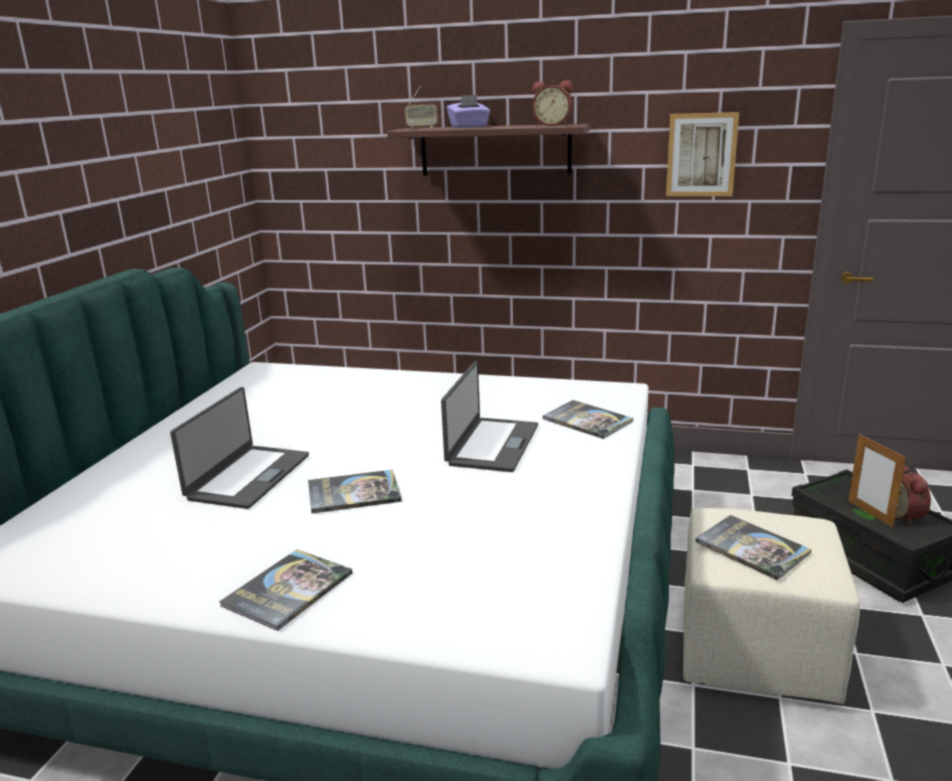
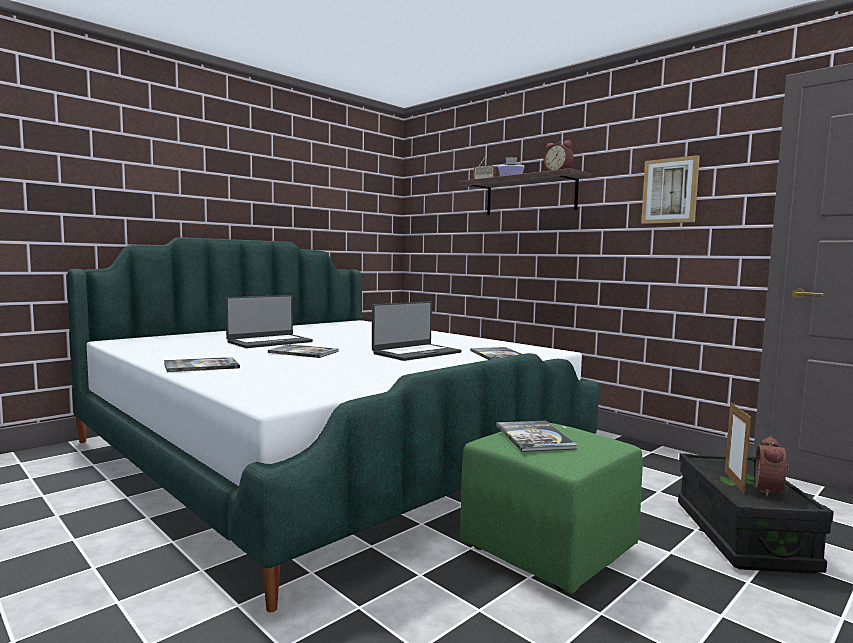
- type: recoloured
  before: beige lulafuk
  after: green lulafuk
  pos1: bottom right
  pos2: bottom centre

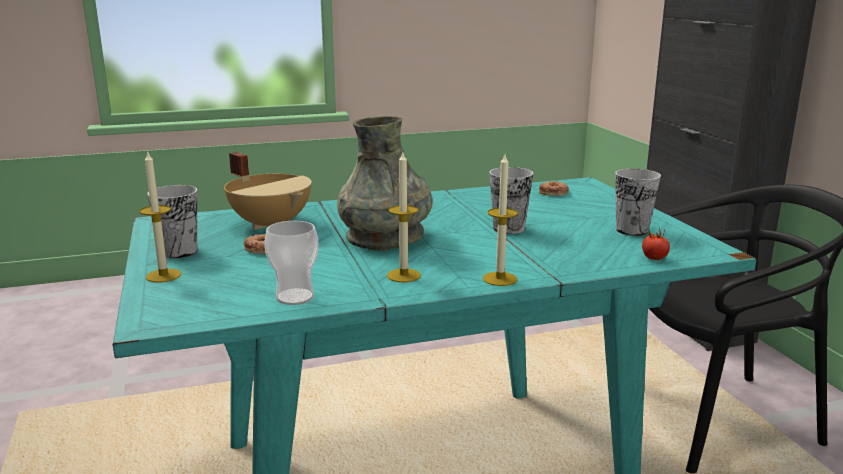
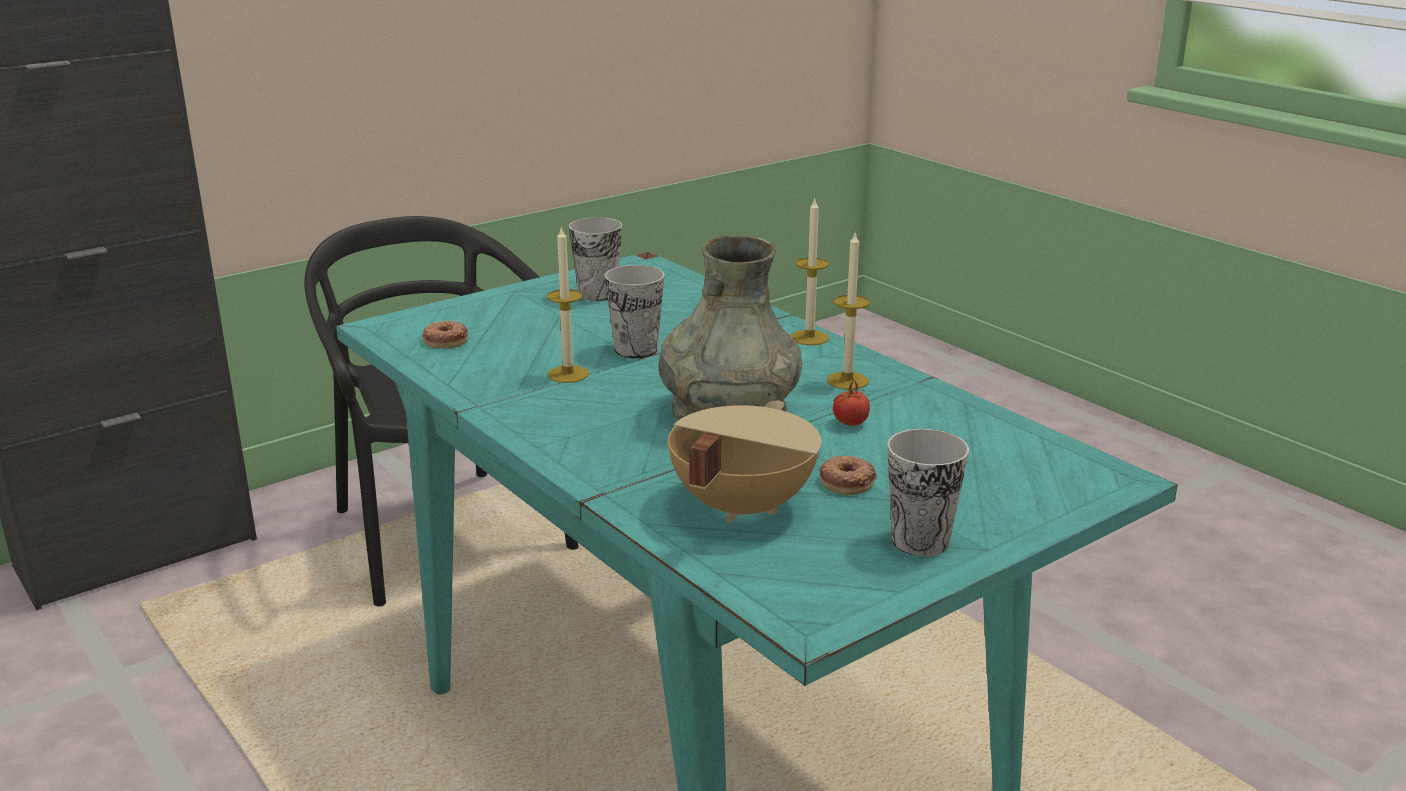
- type: moved
  before: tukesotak (1st from left)
  pos1: middle left
  pos2: centre
- type: moved
  before: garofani
  pos1: middle right
  pos2: centre
- type: removed
  before: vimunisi (2nd from left)
  pos1: centre

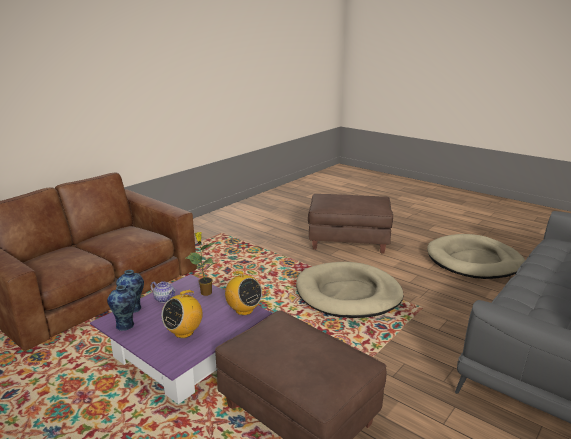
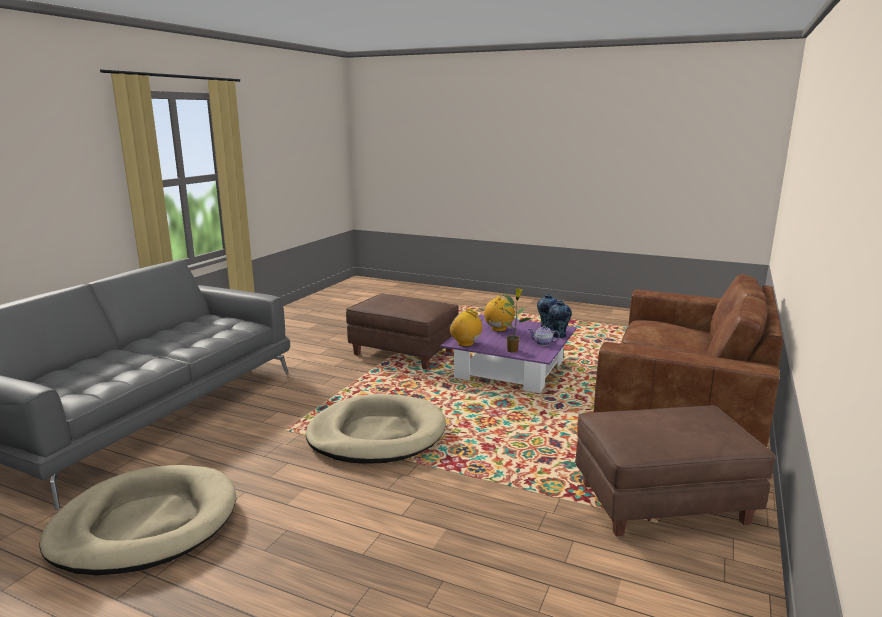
- type: moved
  before: brown lulafuk (2nd from left)
  pos1: centre
  pos2: bottom right

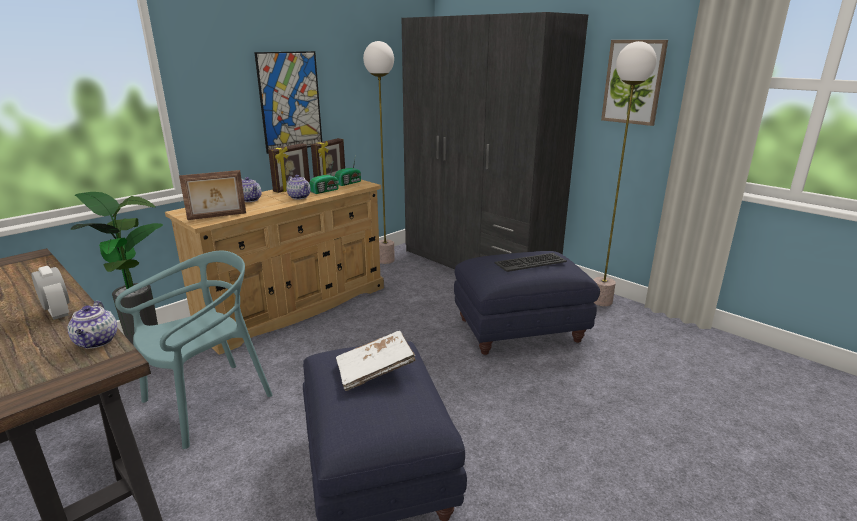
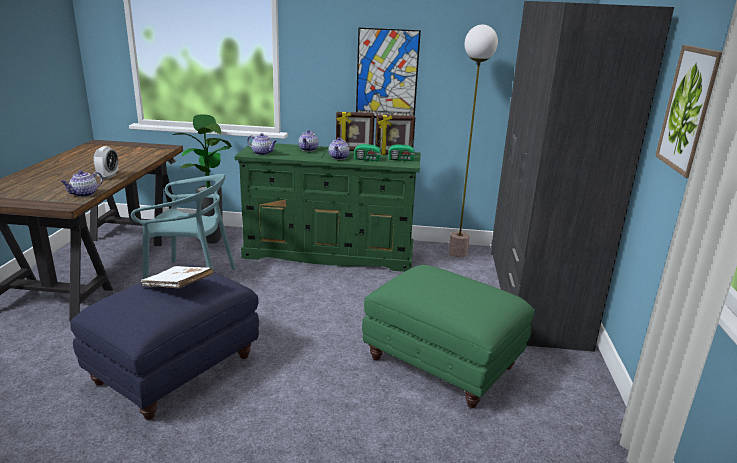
- type: recoloured
  before: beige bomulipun
  after: green bomulipun
  pos1: middle left
  pos2: centre
- type: replaced
  before: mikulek (1st from left)
  after: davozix (2nd from left)
  pos1: middle left
  pos2: top centre
- type: recoloured
  before: blue lulafuk (2nd from left)
  after: green lulafuk
  pos1: centre
  pos2: bottom centre
- type: removed
  before: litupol
  pos1: centre
- type: removed
  before: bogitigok (2nd from left)
  pos1: top right

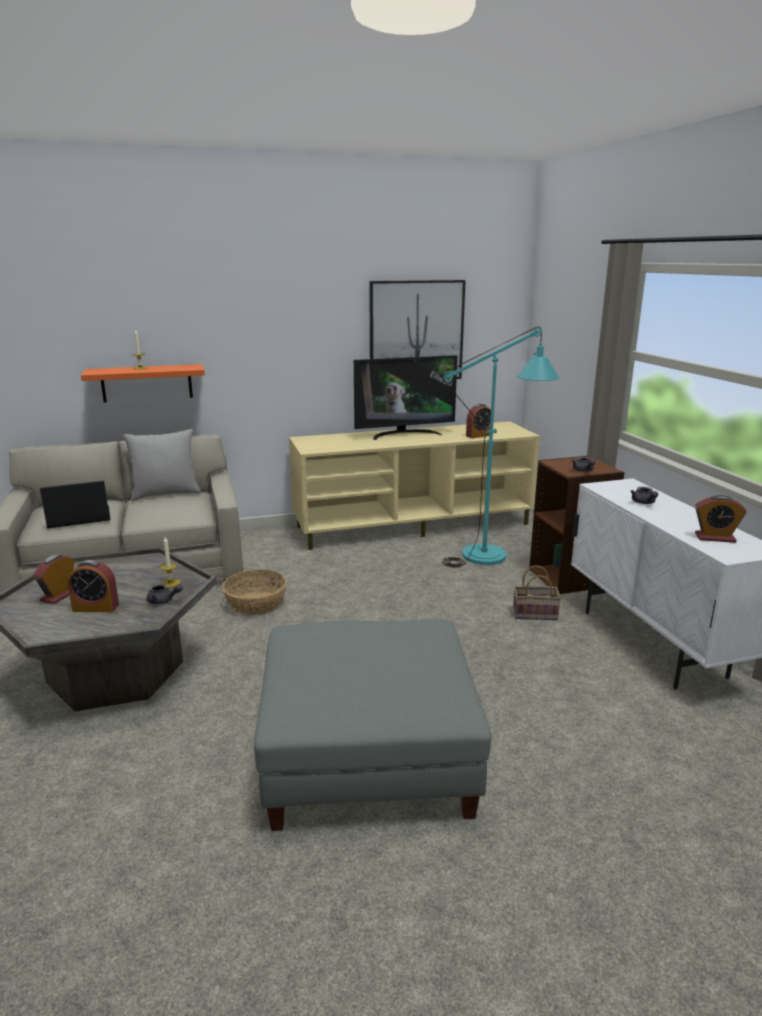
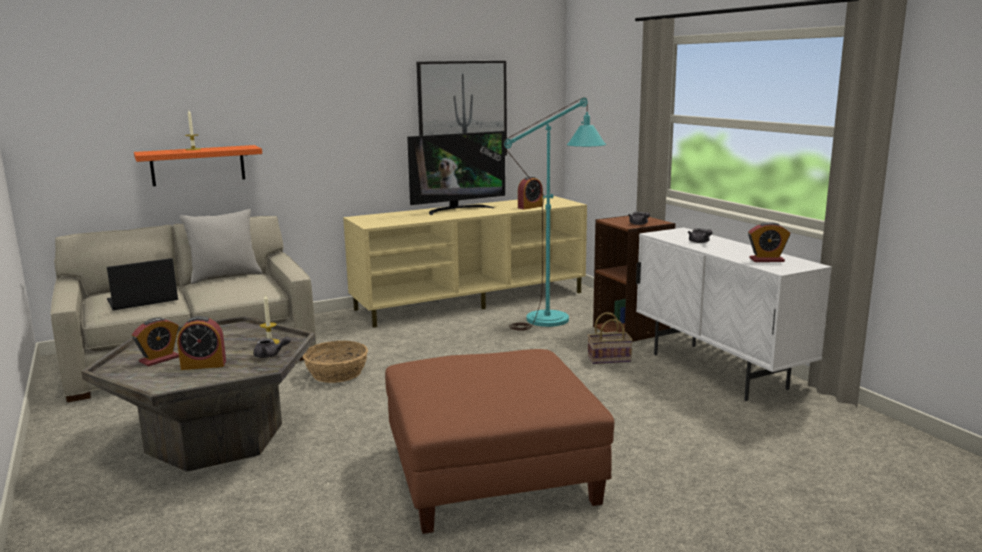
- type: turned
  before: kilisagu (1st from left)
  pos1: middle left
  pos2: middle left
  turn: -150
- type: recoloured
  before: grey lulafuk
  after: brown lulafuk
  pos1: bottom centre
  pos2: bottom centre

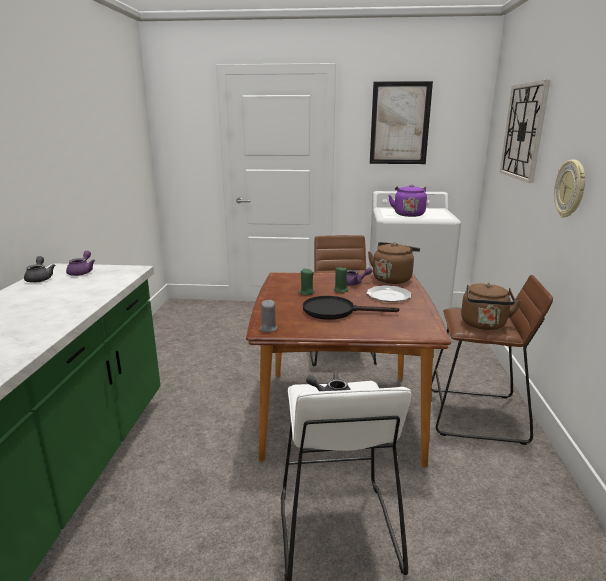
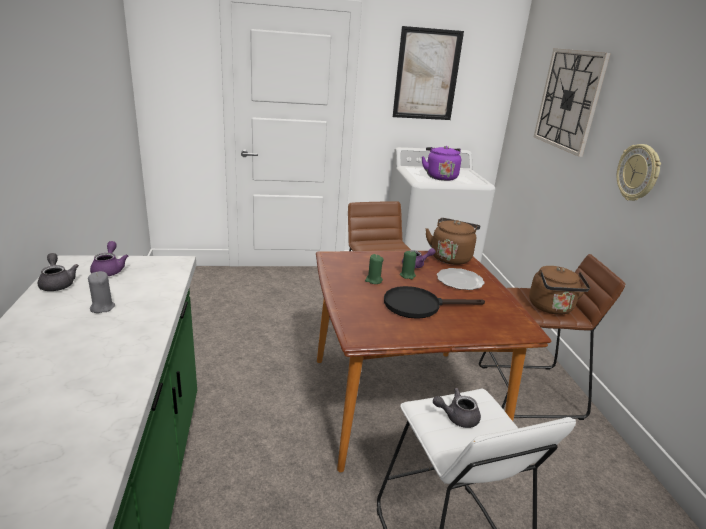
- type: moved
  before: grey tukesotak
  pos1: centre
  pos2: middle left

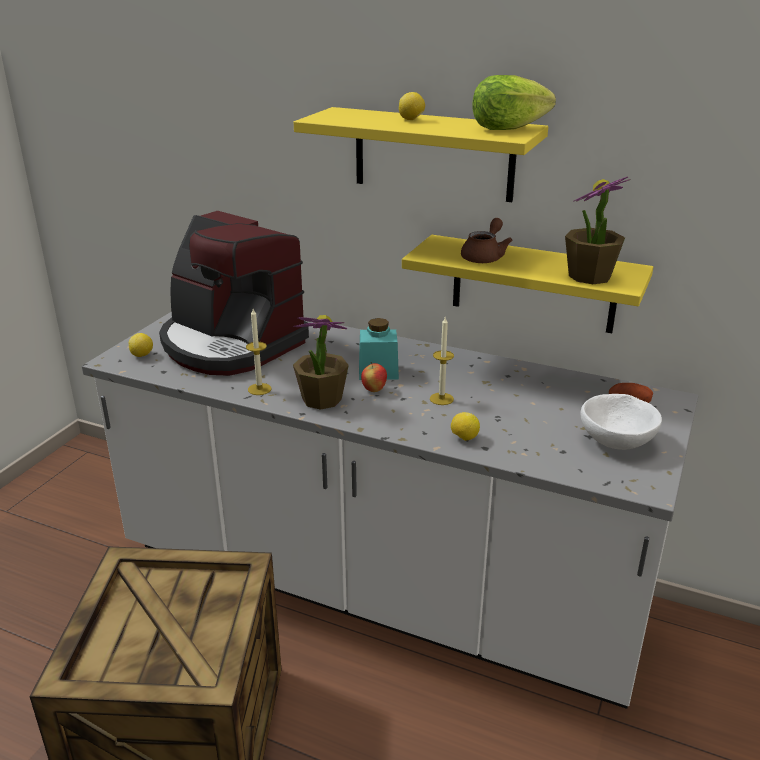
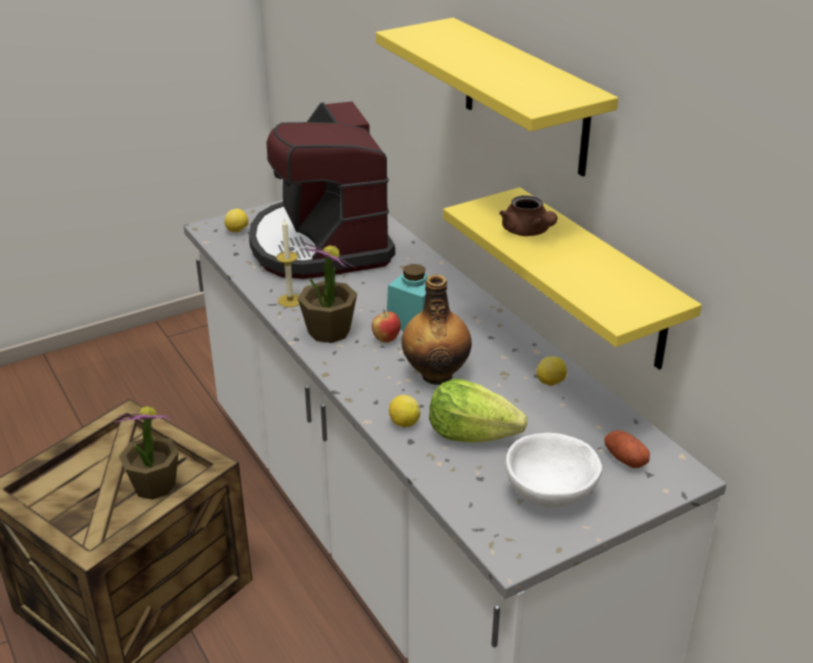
- type: moved
  before: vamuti (2nd from left in the first image)
  after: vamuti (1st from left)
  pos1: top right
  pos2: bottom left
- type: replaced
  before: tukesotak (2nd from left)
  after: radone
  pos1: centre
  pos2: centre
- type: moved
  before: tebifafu
  pos1: top right
  pos2: centre
- type: turned
  before: brown davozix
  pos1: top centre
  pos2: top centre
  turn: 90
- type: moved
  before: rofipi (2nd from left in the first image)
  after: rofipi (3rd from left)
  pos1: top centre
  pos2: middle right

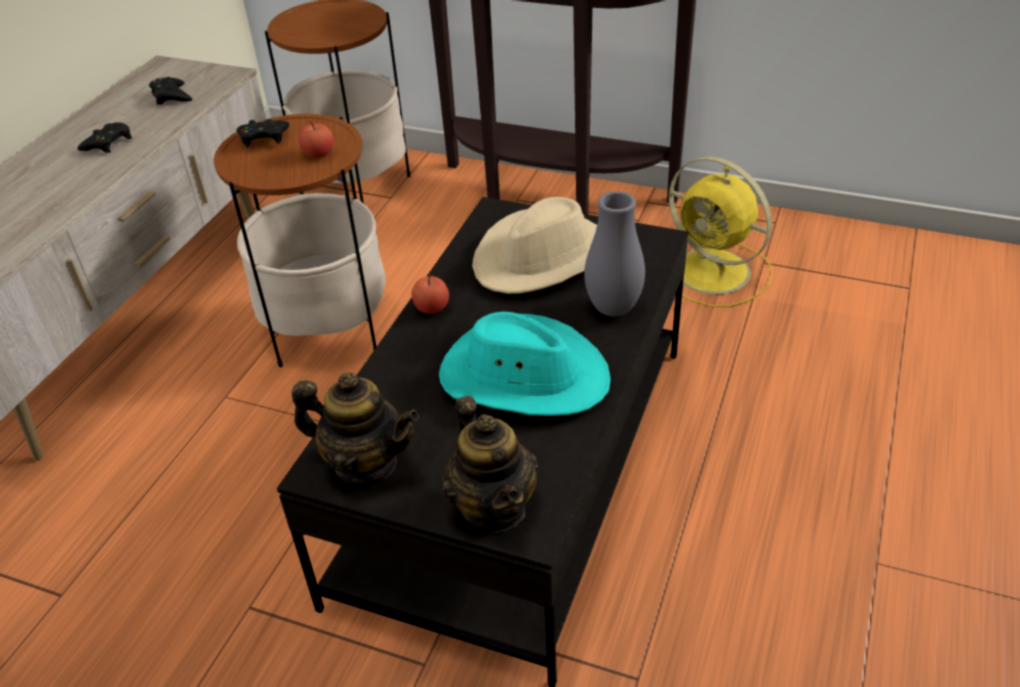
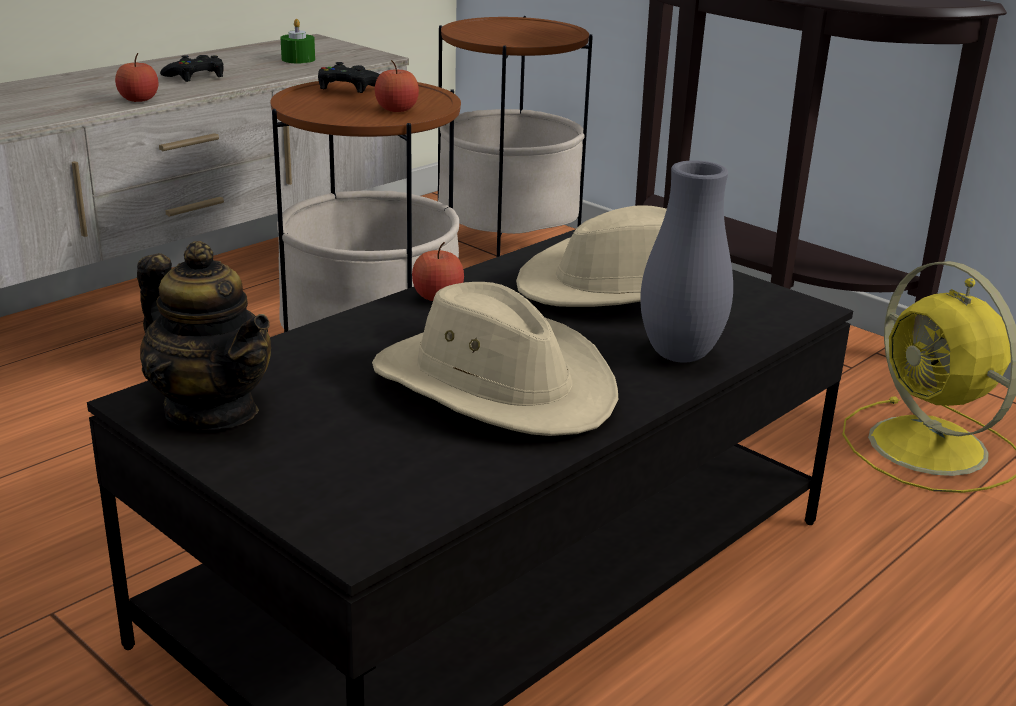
- type: added
  after: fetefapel (1st from left)
  pos2: top left
- type: replaced
  before: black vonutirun (2nd from left)
  after: green tukesotak
  pos1: top left
  pos2: top left
- type: recoloured
  before: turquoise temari
  after: beige temari (1st from left)
  pos1: centre
  pos2: centre
- type: removed
  before: davozix (2nd from left)
  pos1: bottom centre

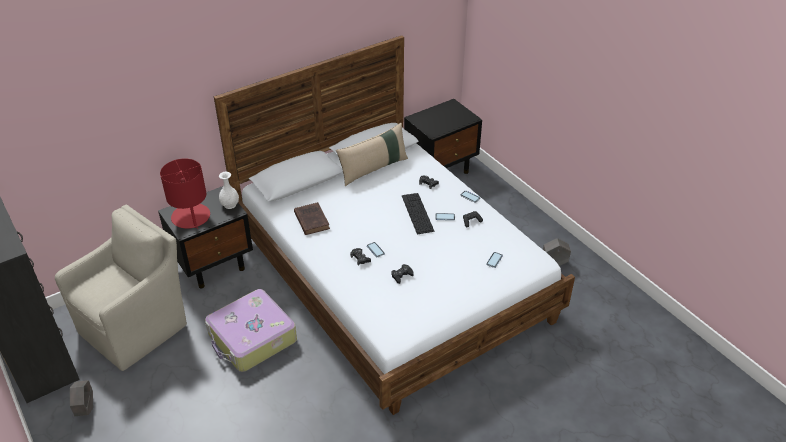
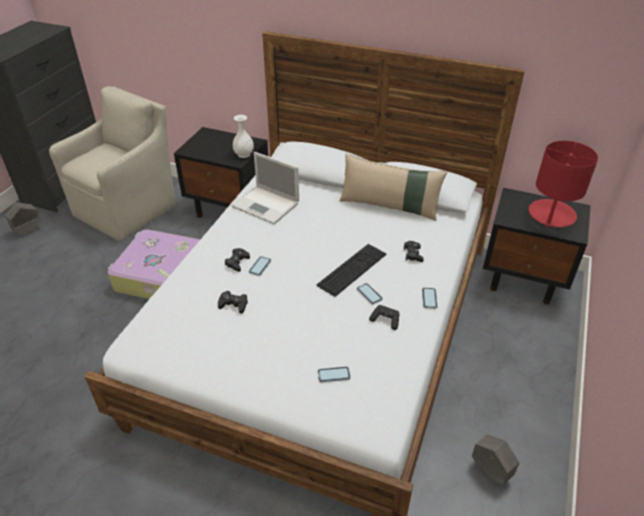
- type: turned
  before: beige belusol
  pos1: middle left
  pos2: top left
  turn: -60
- type: replaced
  before: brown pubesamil
  after: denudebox
  pos1: centre
  pos2: centre
- type: moved
  before: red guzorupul
  pos1: middle left
  pos2: middle right

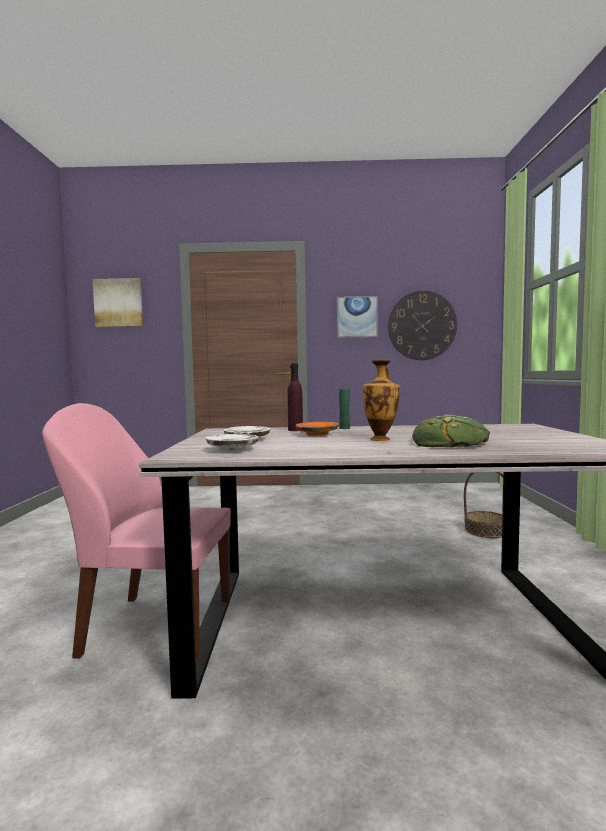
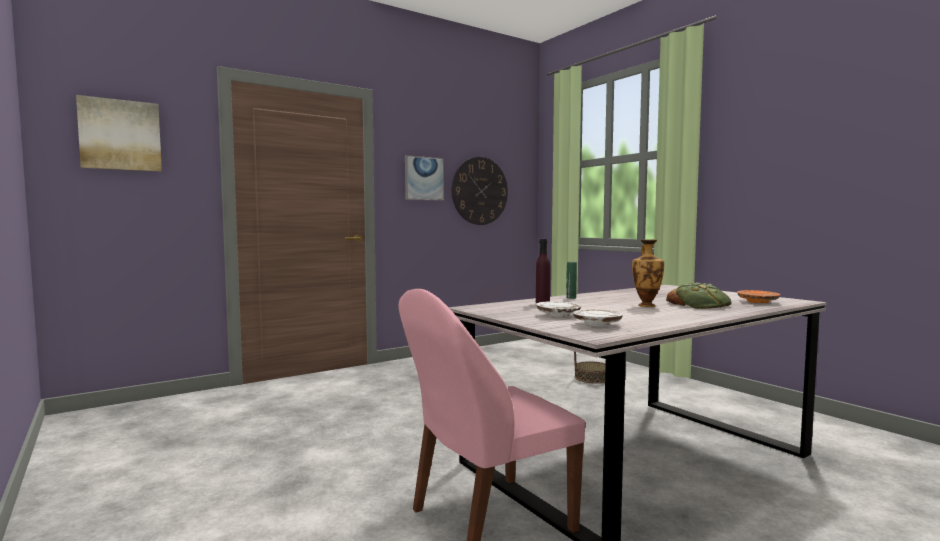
- type: moved
  before: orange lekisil
  pos1: centre
  pos2: middle right

